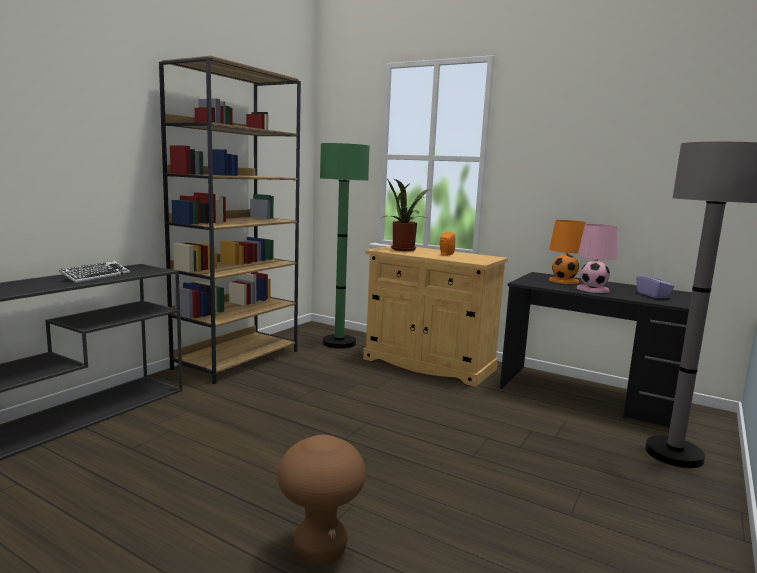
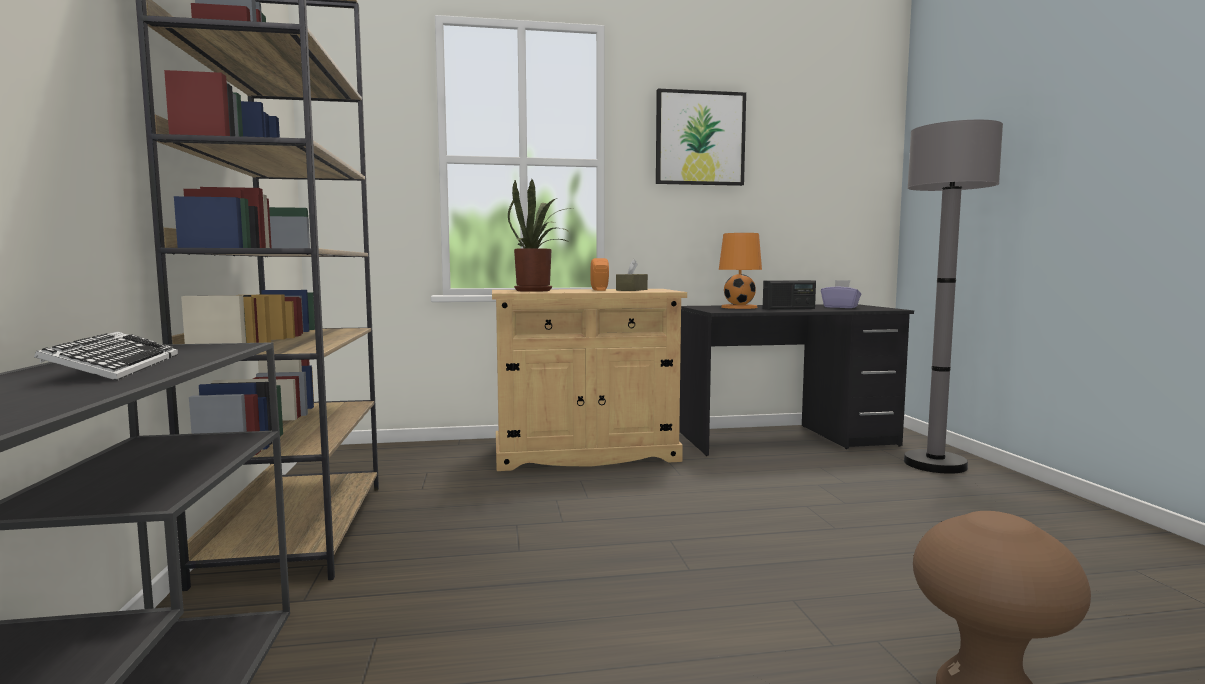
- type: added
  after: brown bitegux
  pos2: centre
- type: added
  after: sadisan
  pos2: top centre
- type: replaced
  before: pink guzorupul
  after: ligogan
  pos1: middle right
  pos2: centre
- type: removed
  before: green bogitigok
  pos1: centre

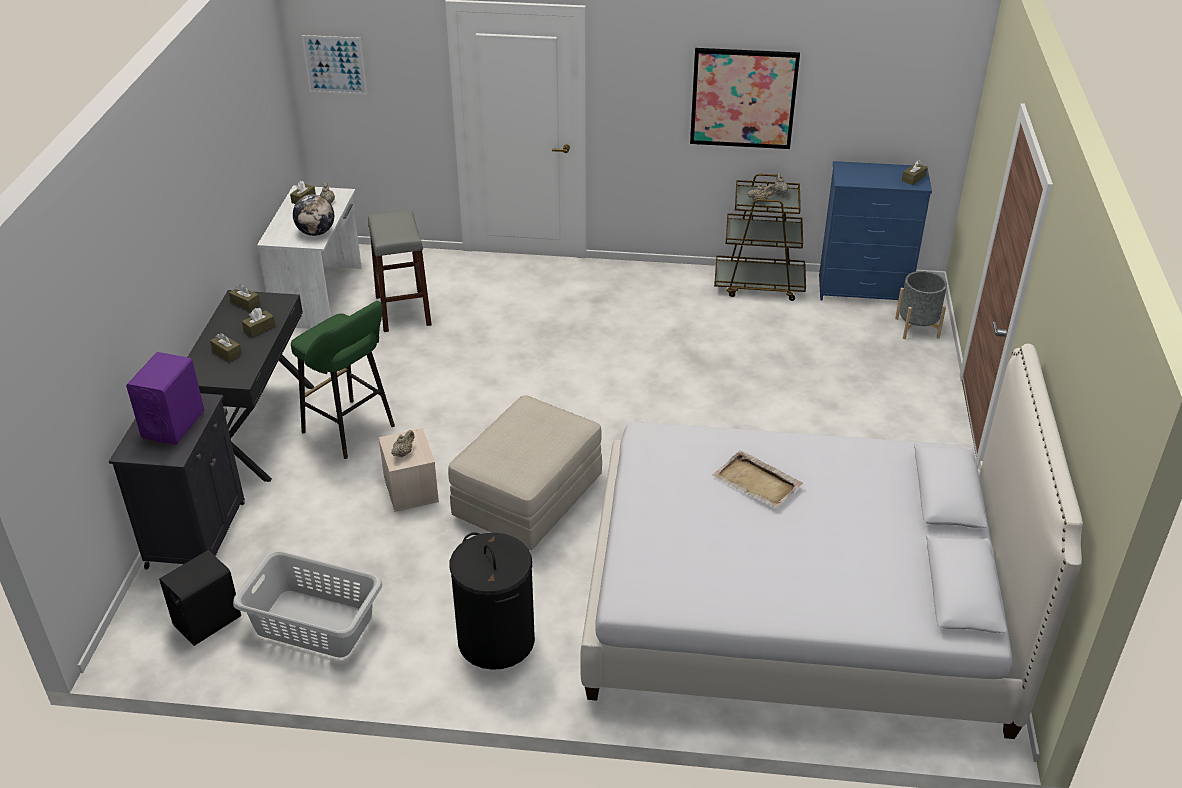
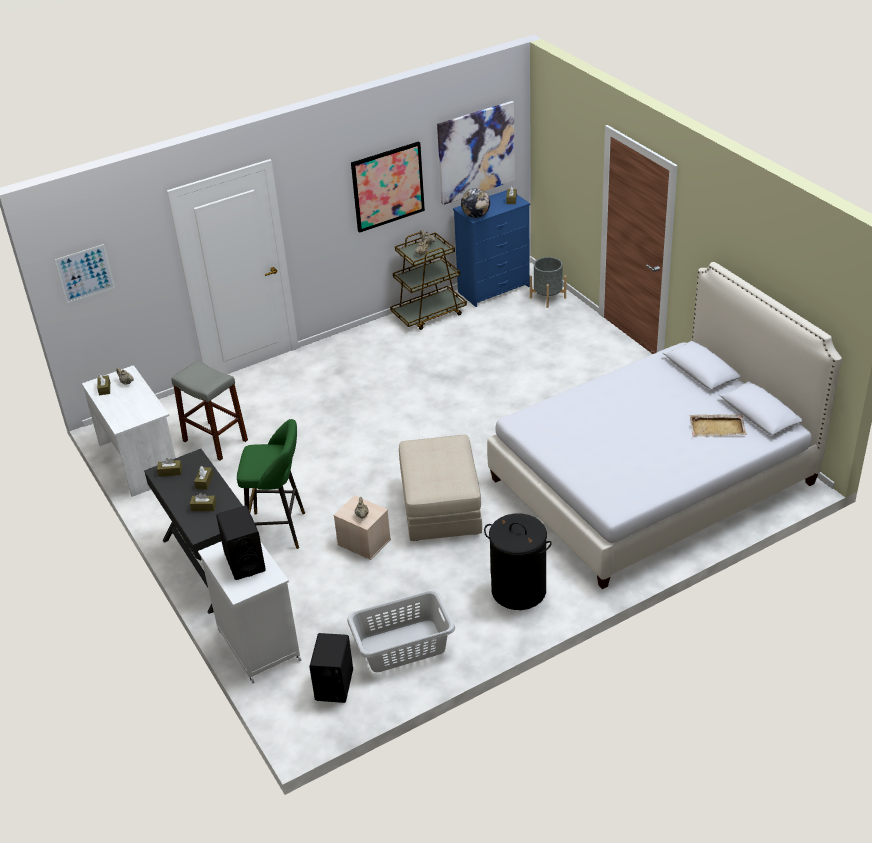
- type: recoloured
  before: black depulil
  after: white depulil
  pos1: middle left
  pos2: bottom left
- type: recoloured
  before: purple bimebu
  after: black bimebu (1st from left)
  pos1: middle left
  pos2: middle left
- type: added
  after: sadisan (3rd from left)
  pos2: top centre
- type: moved
  before: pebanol
  pos1: top left
  pos2: top centre
- type: moved
  before: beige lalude
  pos1: centre
  pos2: middle right

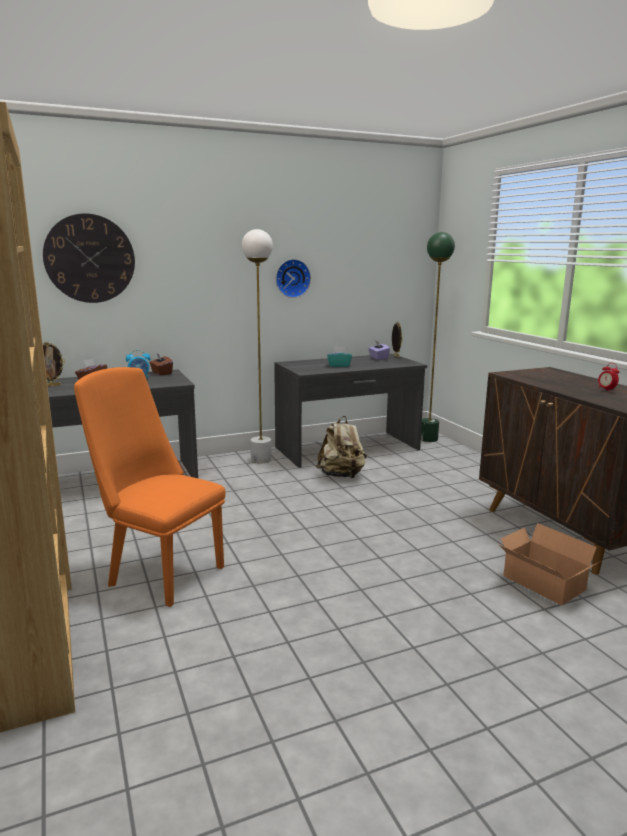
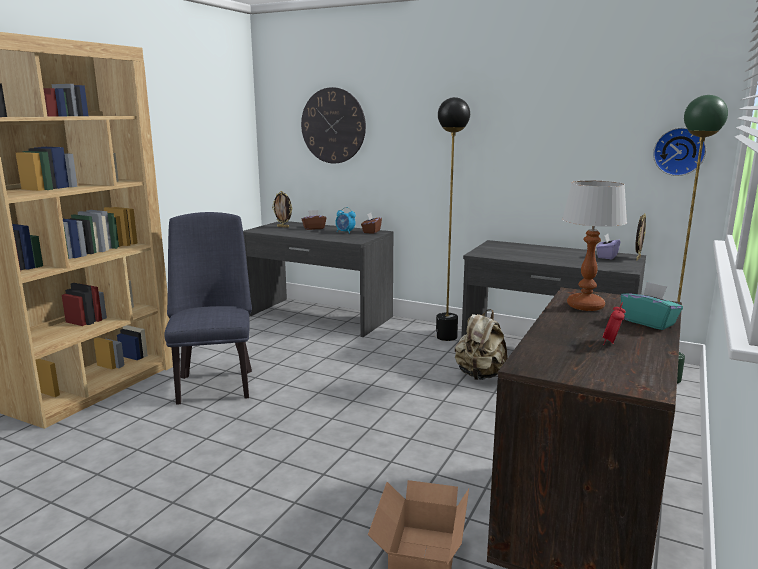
- type: recoloured
  before: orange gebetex
  after: blue gebetex
  pos1: middle left
  pos2: middle left
- type: recoloured
  before: white bogitigok
  after: black bogitigok
  pos1: centre
  pos2: centre
- type: added
  after: guzorupul
  pos2: middle right
- type: moved
  before: turquoise bitegux
  pos1: centre
  pos2: middle right
- type: moved
  before: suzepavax (2nd from left)
  pos1: top centre
  pos2: top right

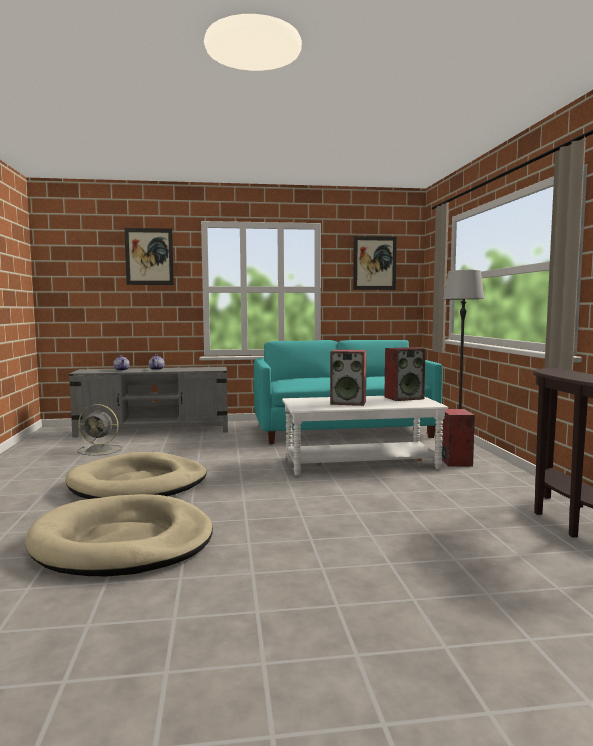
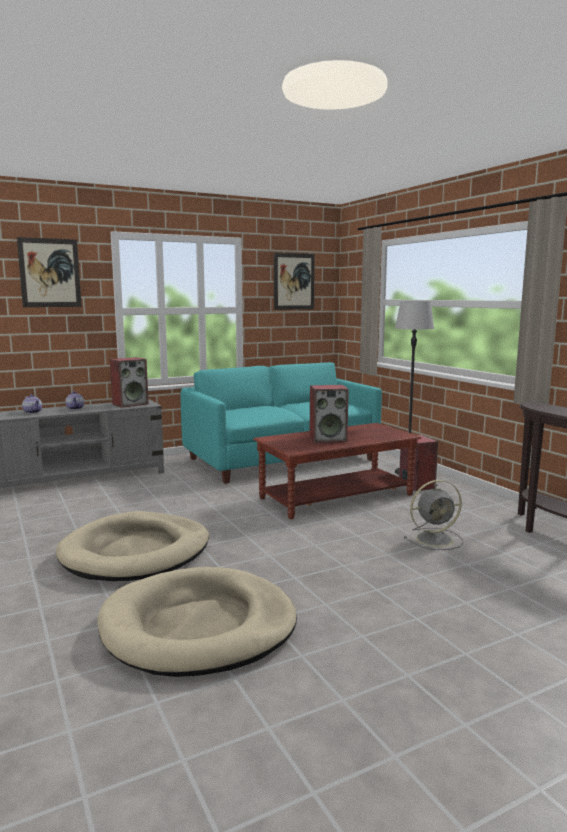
- type: moved
  before: bimebu (2nd from left in the first image)
  after: bimebu (1st from left)
  pos1: middle right
  pos2: middle left
- type: recoloured
  before: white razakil
  after: brown razakil
  pos1: centre
  pos2: centre
- type: moved
  before: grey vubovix
  pos1: middle left
  pos2: middle right

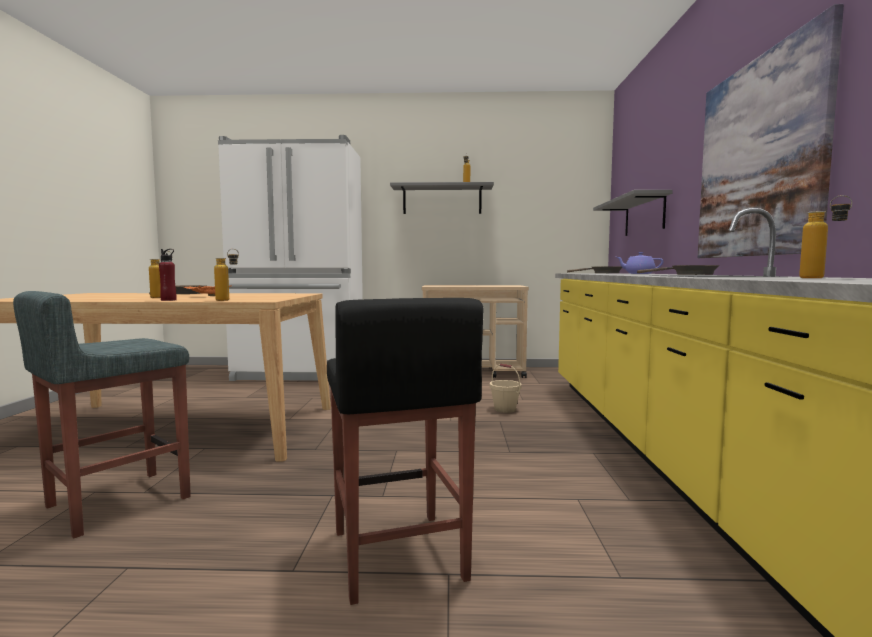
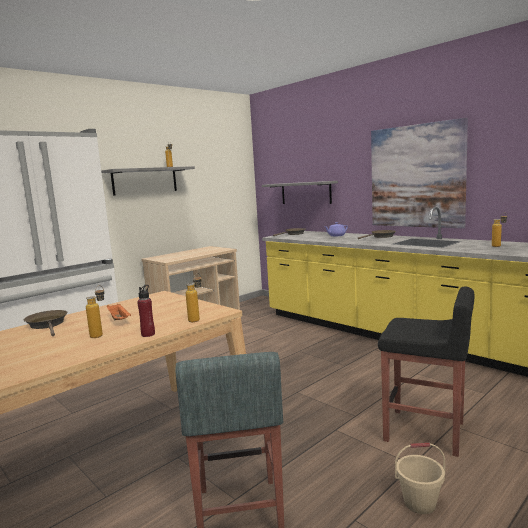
- type: moved
  before: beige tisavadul
  pos1: centre
  pos2: bottom right

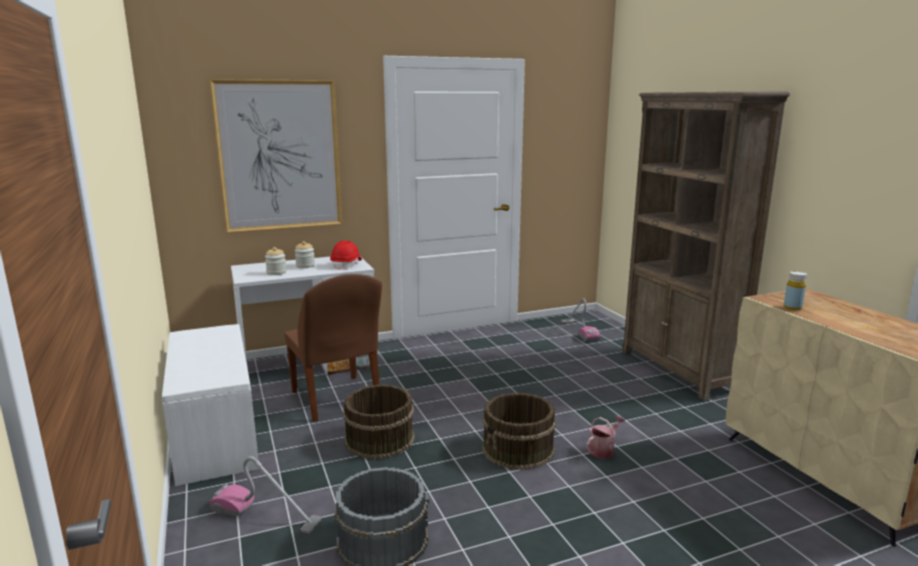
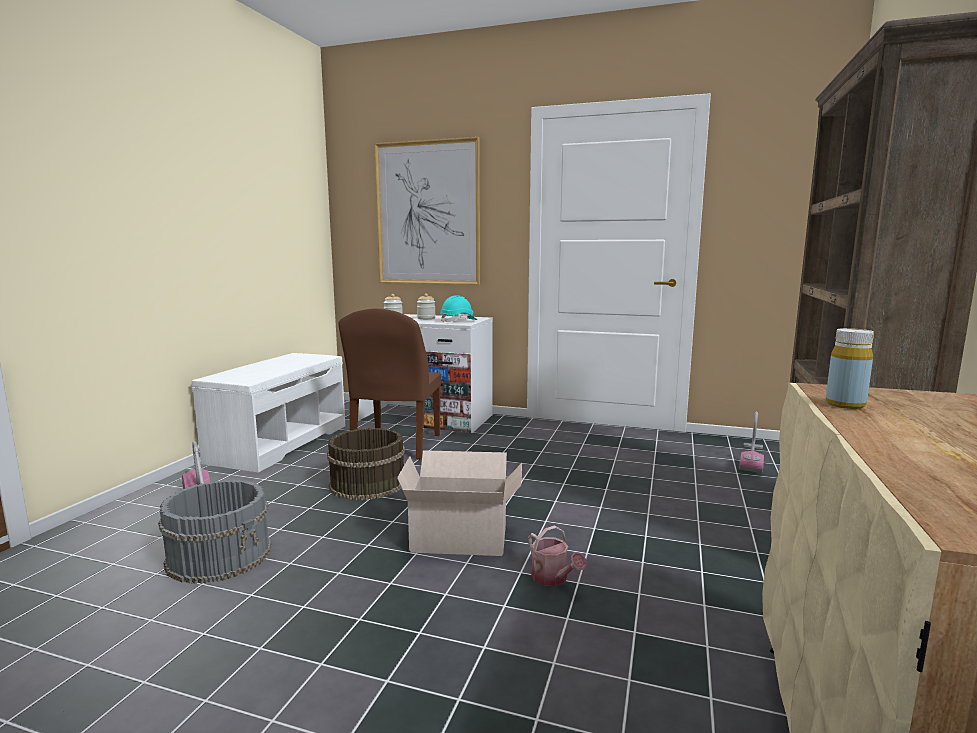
- type: replaced
  before: brown tisavadul (2nd from left)
  after: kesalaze
  pos1: bottom centre
  pos2: bottom centre
- type: recoloured
  before: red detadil
  after: turquoise detadil
  pos1: centre
  pos2: centre
- type: turned
  before: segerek
  pos1: bottom centre
  pos2: bottom centre
  turn: 60

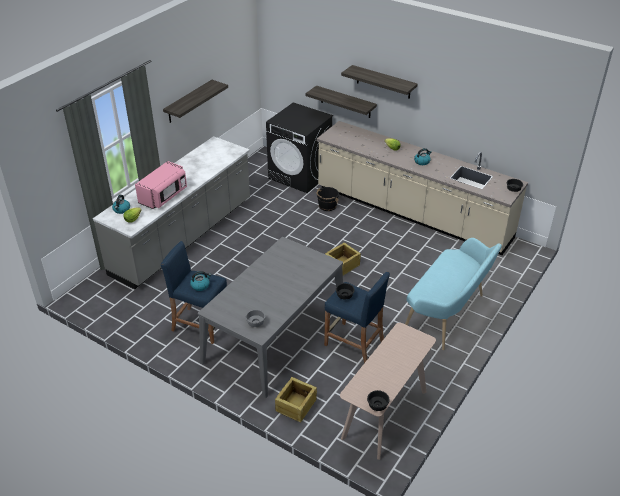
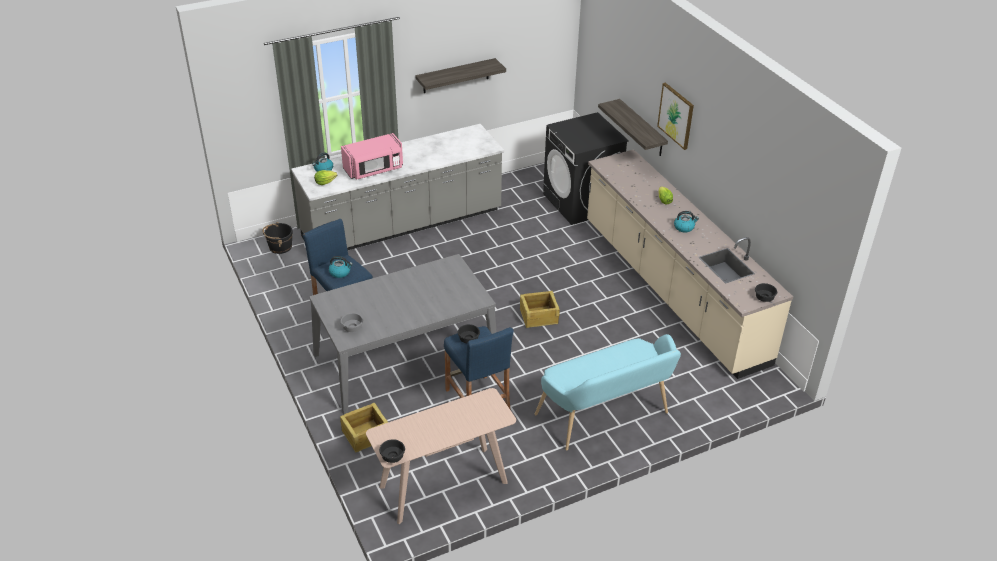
- type: moved
  before: black tisavadul
  pos1: centre
  pos2: middle left
- type: replaced
  before: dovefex (3rd from left)
  after: sadisan
  pos1: top centre
  pos2: top right

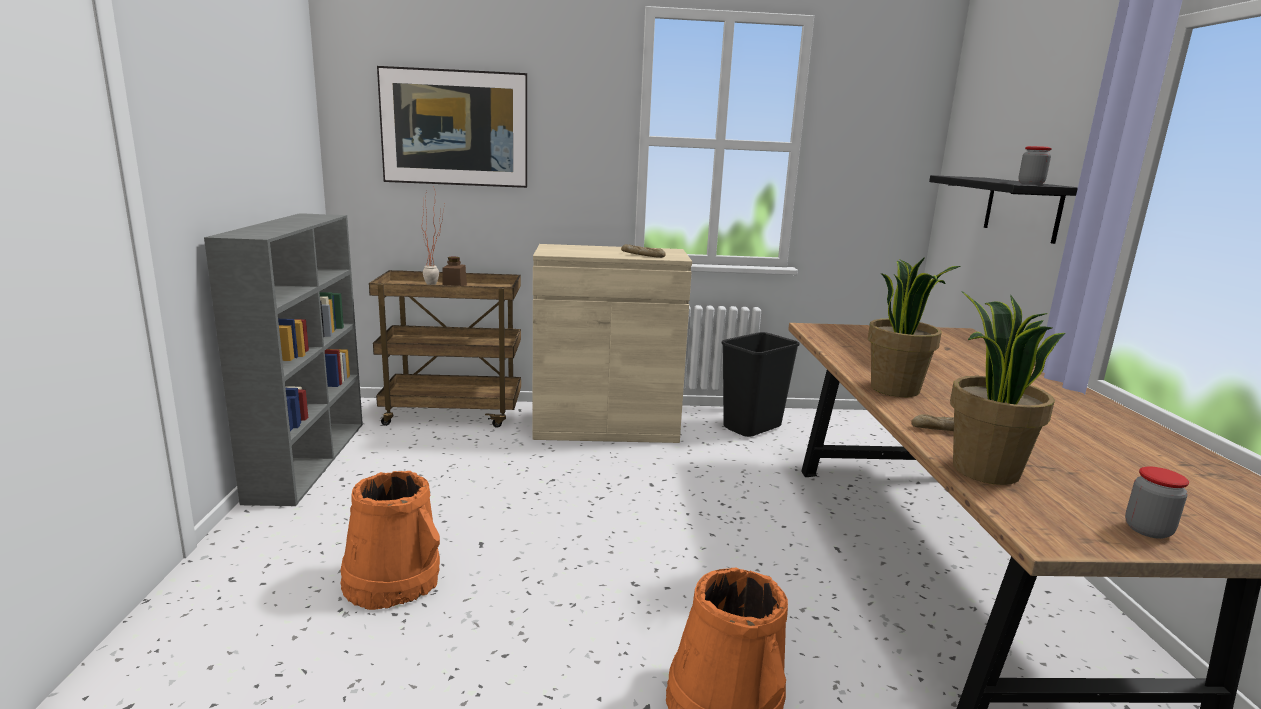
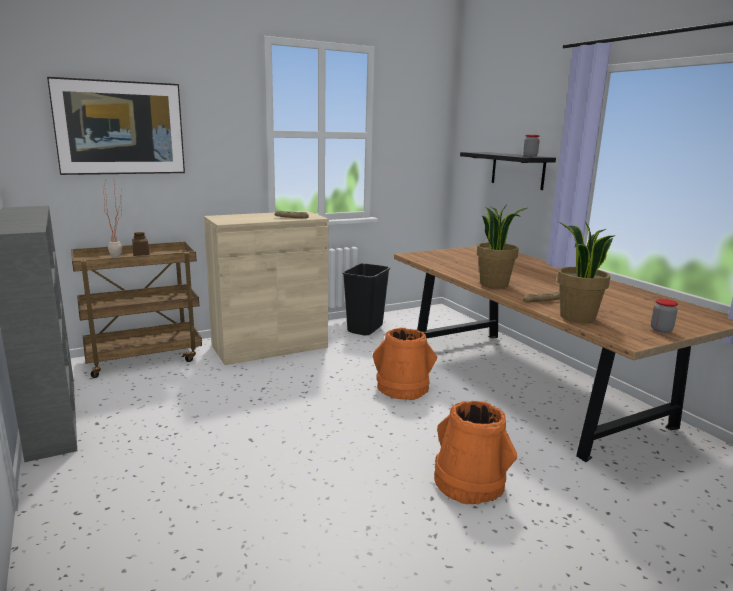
- type: moved
  before: orange tisavadul (1st from left)
  pos1: bottom left
  pos2: centre

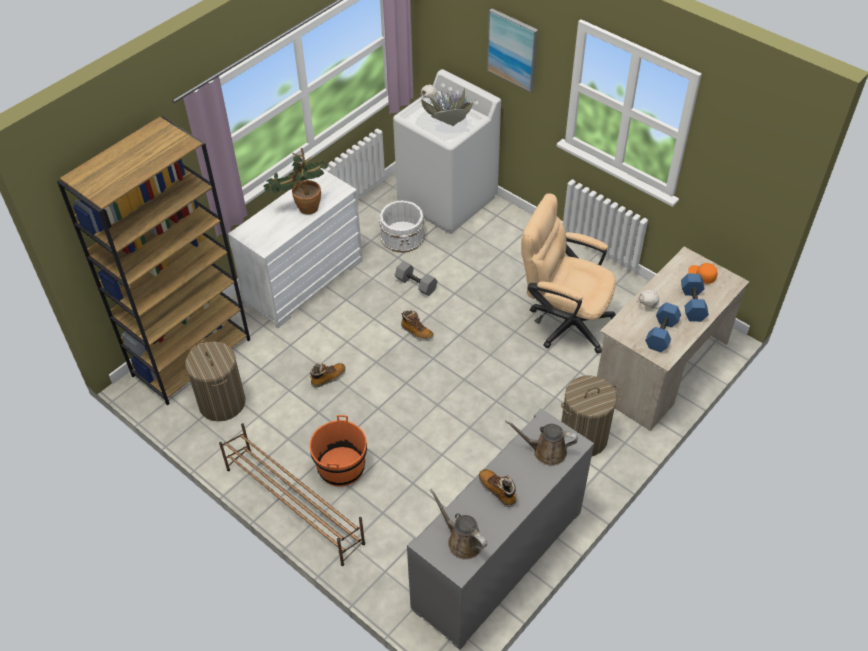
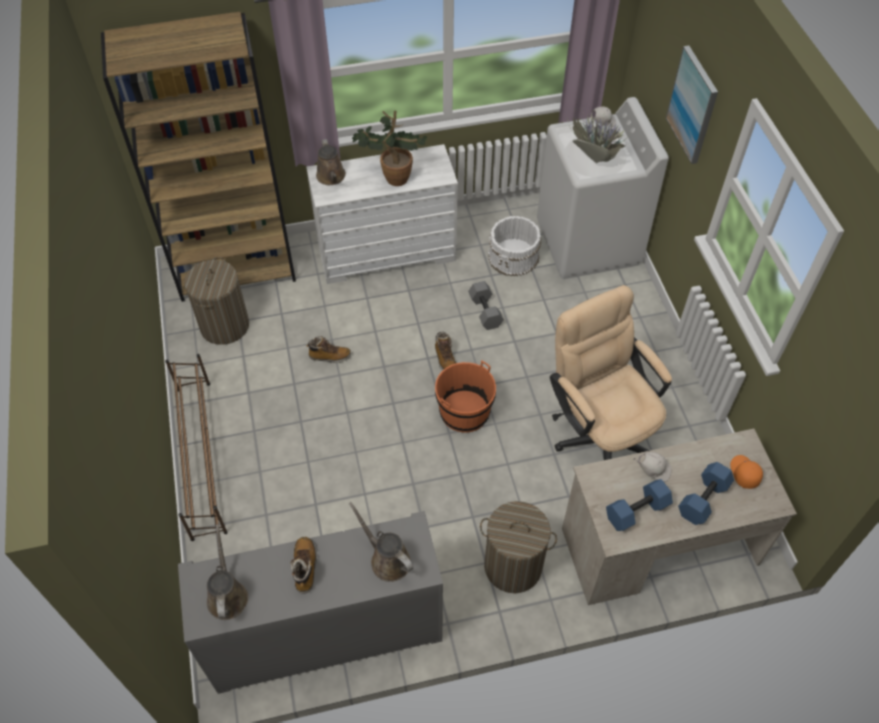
- type: added
  after: brown segerek (2nd from left)
  pos2: top centre
- type: moved
  before: orange tisavadul
  pos1: bottom centre
  pos2: centre

